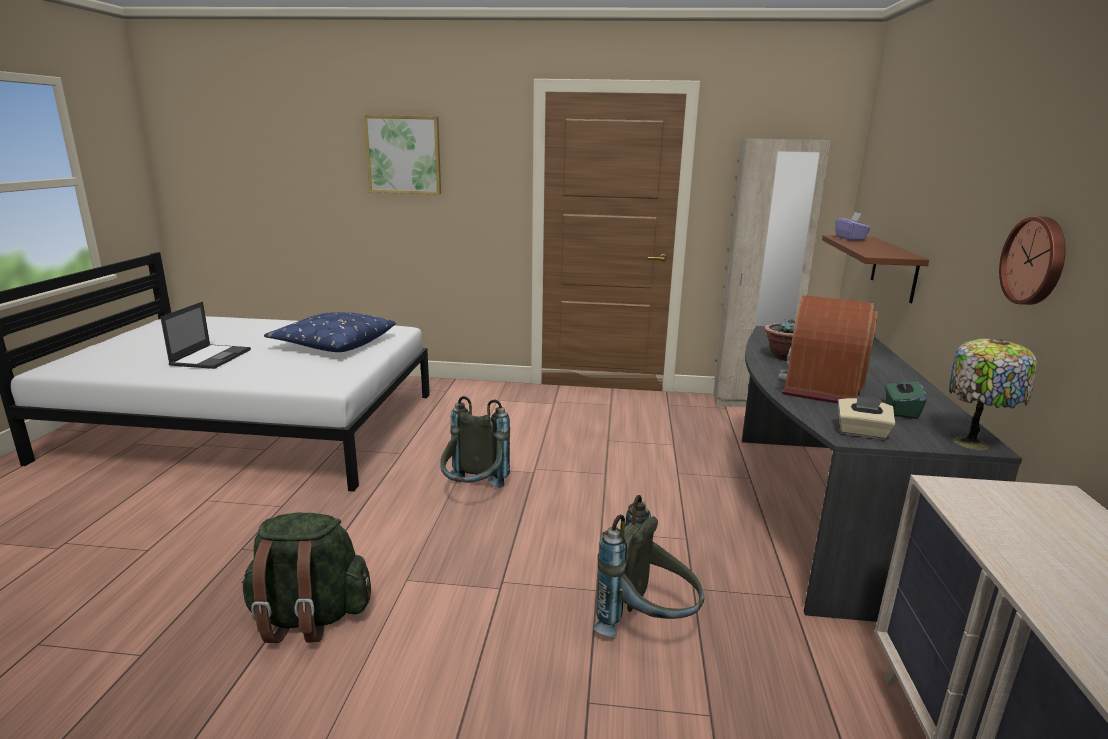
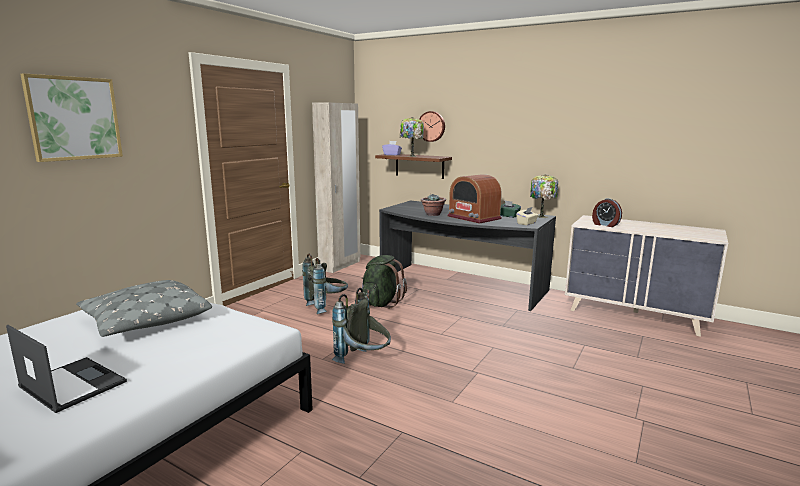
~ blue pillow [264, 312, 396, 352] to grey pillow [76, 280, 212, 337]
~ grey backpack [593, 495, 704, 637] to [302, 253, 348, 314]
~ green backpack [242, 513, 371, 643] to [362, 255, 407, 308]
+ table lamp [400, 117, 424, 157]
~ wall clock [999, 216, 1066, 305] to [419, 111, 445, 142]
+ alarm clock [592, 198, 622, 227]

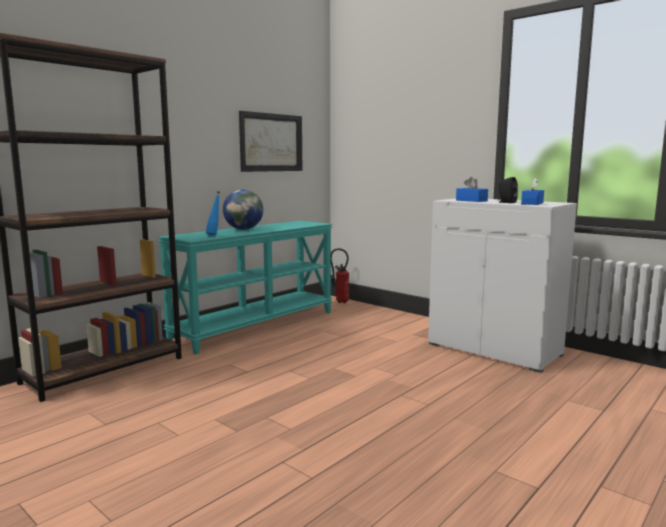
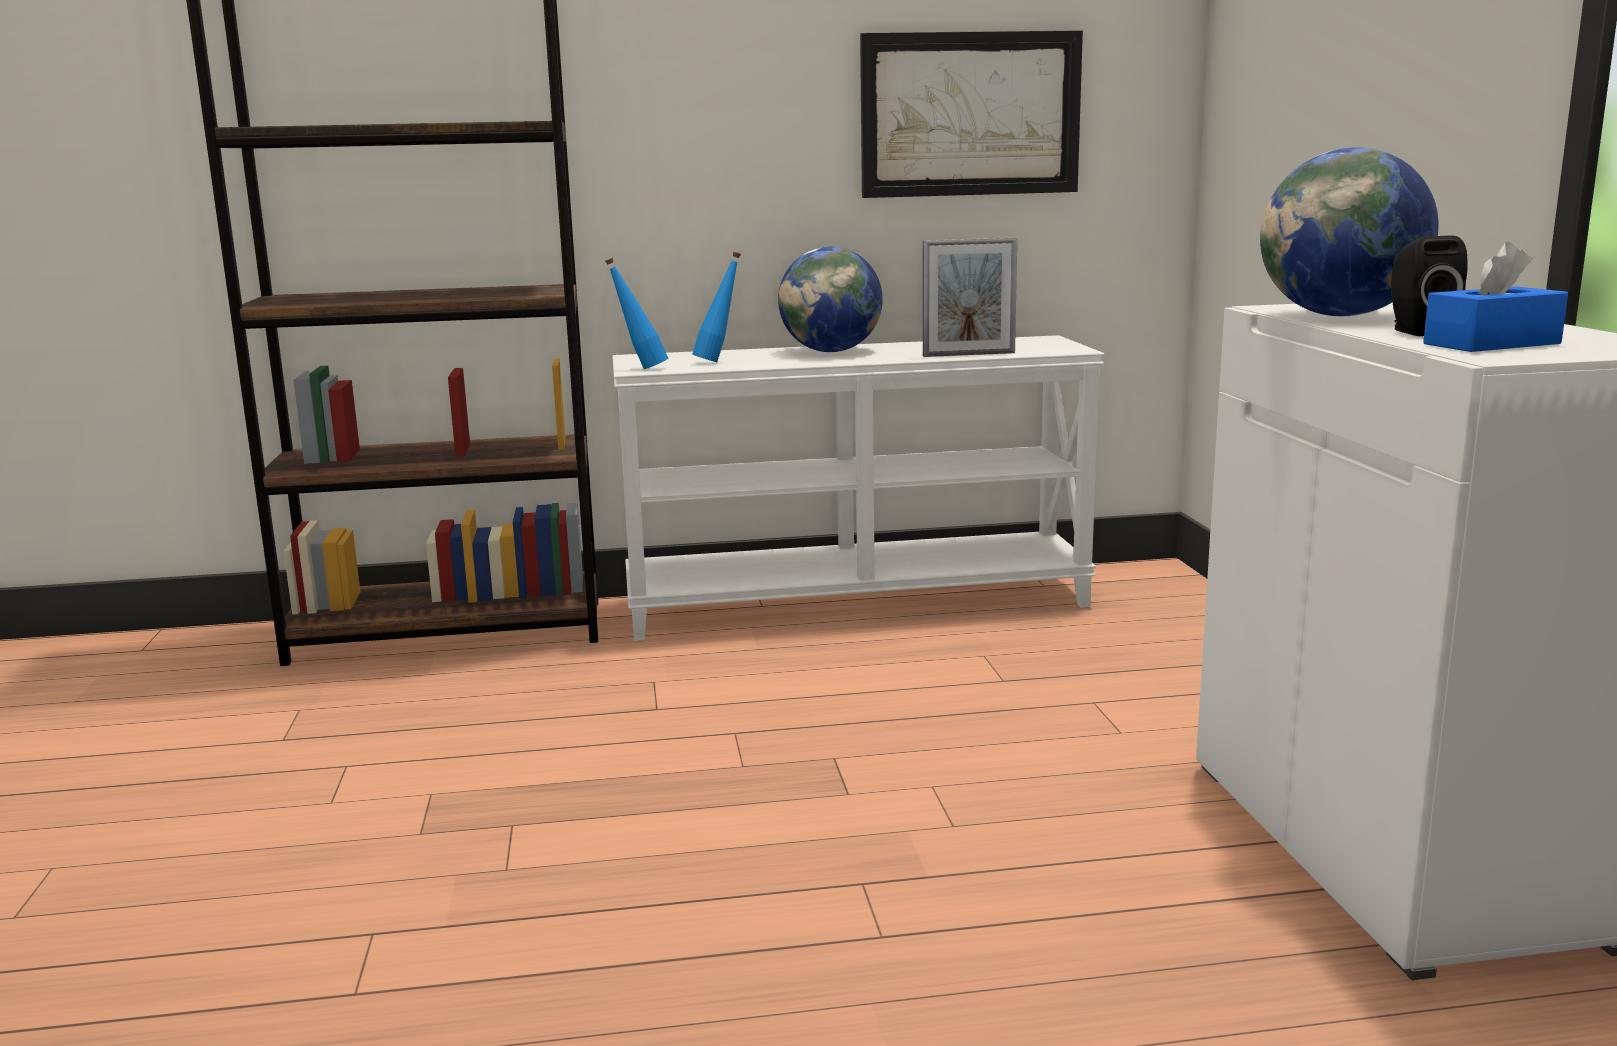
+ blue bottle [605, 258, 668, 369]
~ turquoise console table [158, 221, 332, 355] to white console table [612, 335, 1104, 641]
+ picture frame [923, 237, 1017, 357]
~ blue tissue box [456, 177, 488, 202] to globe [1260, 147, 1439, 316]
- fire extinguisher [331, 248, 349, 303]

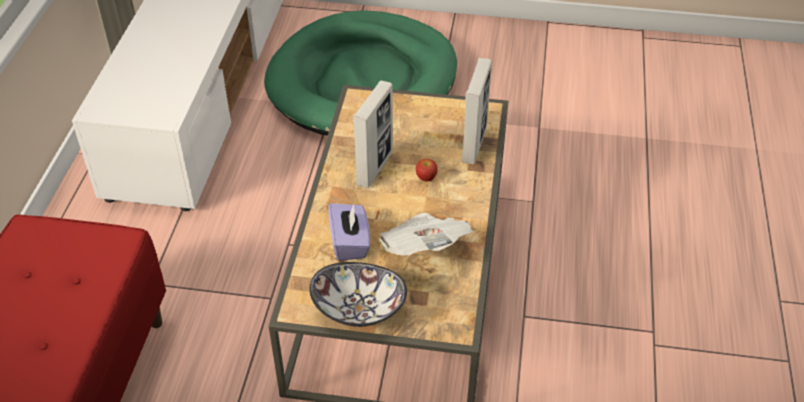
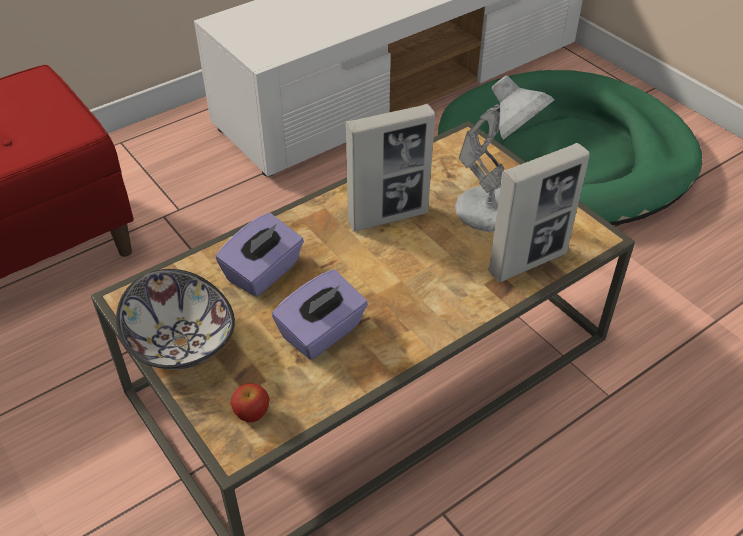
~ apple [416, 159, 438, 181] to [231, 383, 269, 422]
~ newspaper [379, 213, 472, 256] to purple tissue box [272, 270, 368, 360]
+ white table lamp [455, 76, 554, 232]

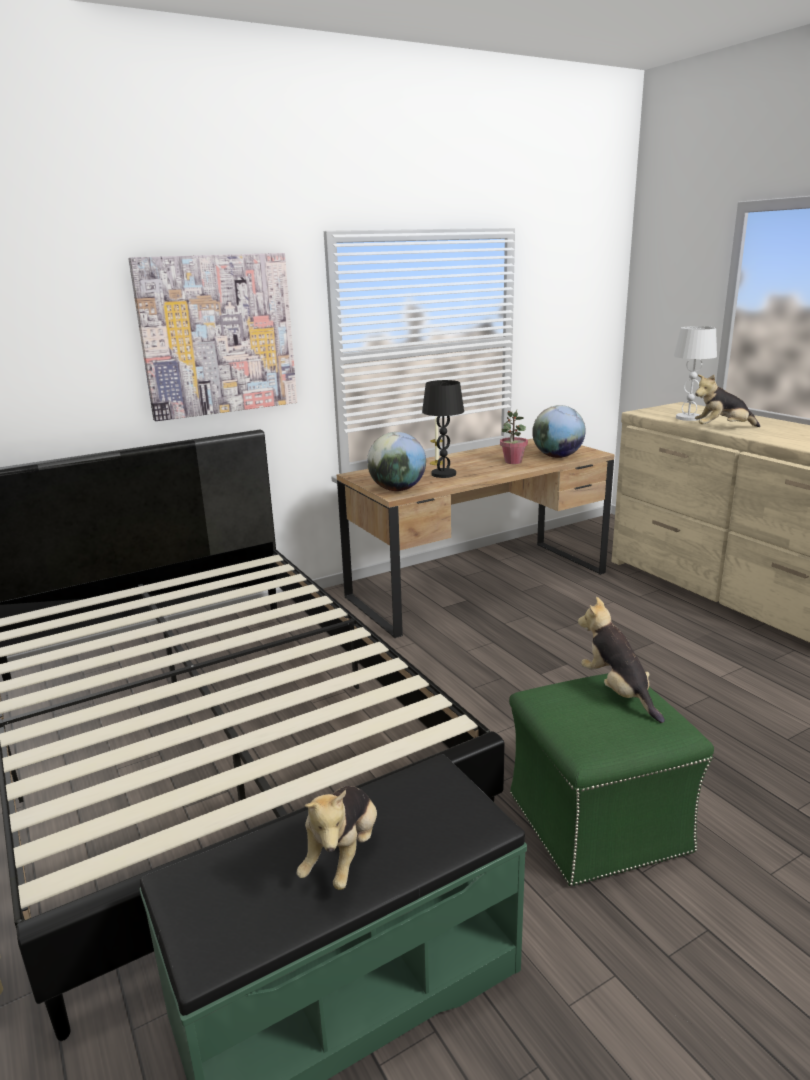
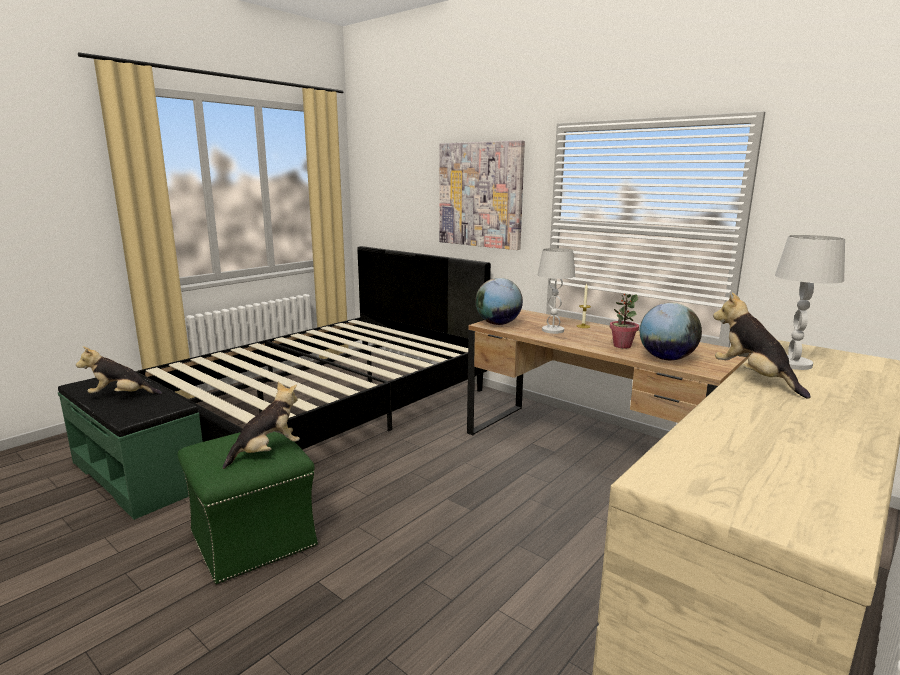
~ black table lamp [422, 380, 464, 478] to white table lamp [538, 248, 575, 334]

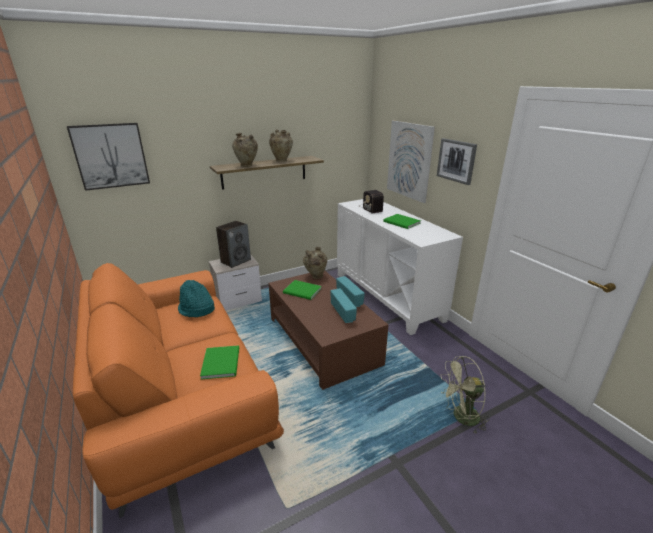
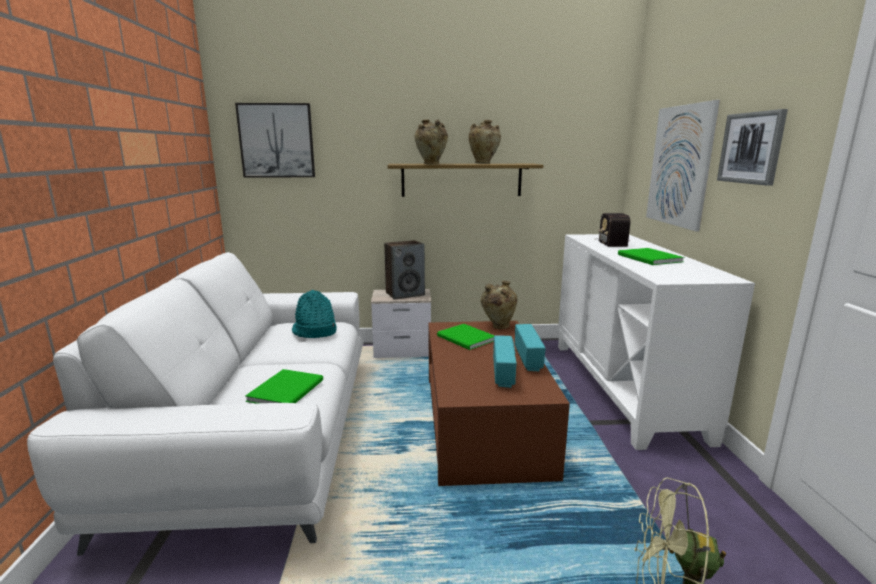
~ orange sofa [73, 263, 284, 518] to white sofa [27, 252, 364, 556]

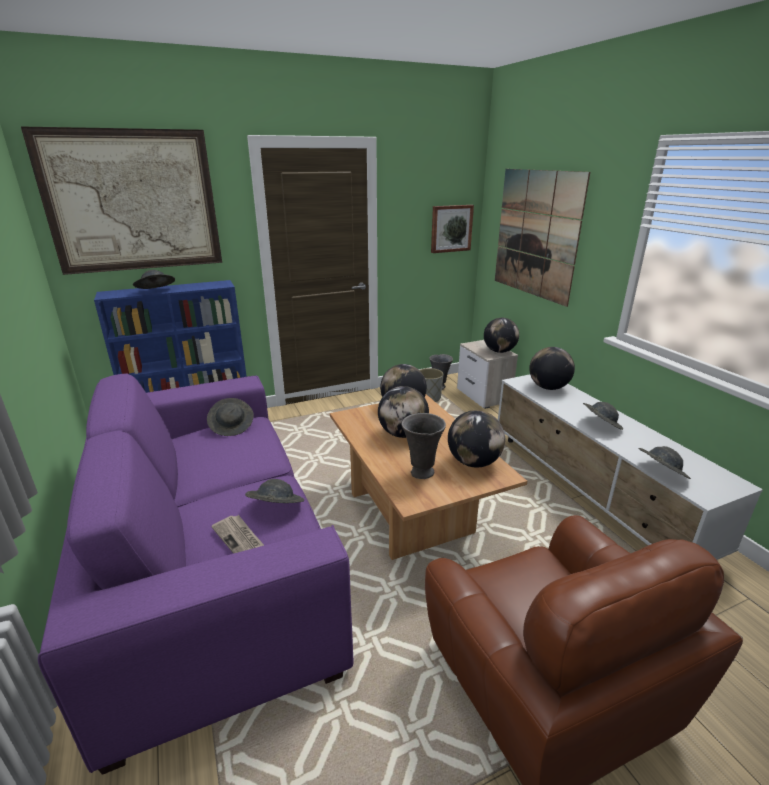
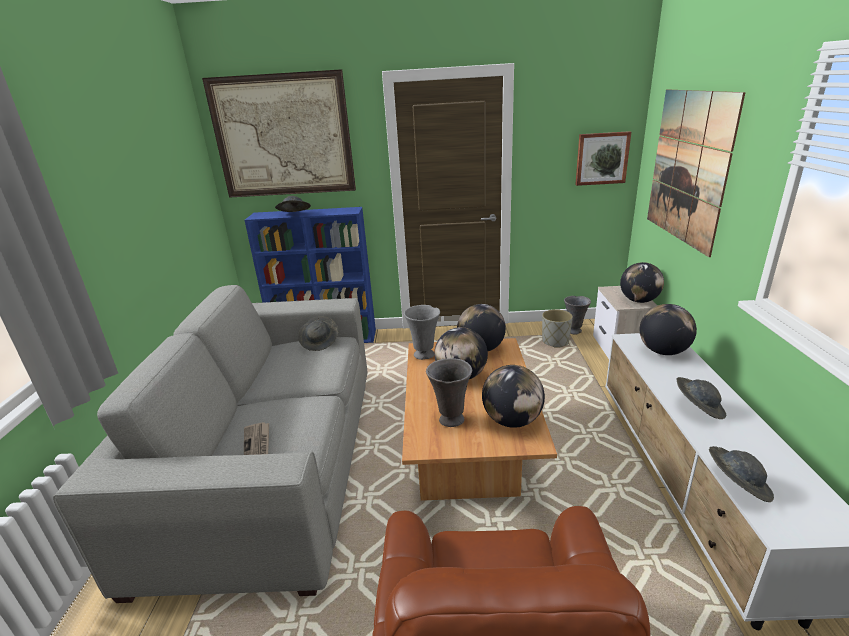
~ purple sofa [38, 374, 353, 775] to grey sofa [53, 285, 368, 603]
+ grey vase [404, 305, 440, 360]
- grey hat [245, 479, 304, 503]

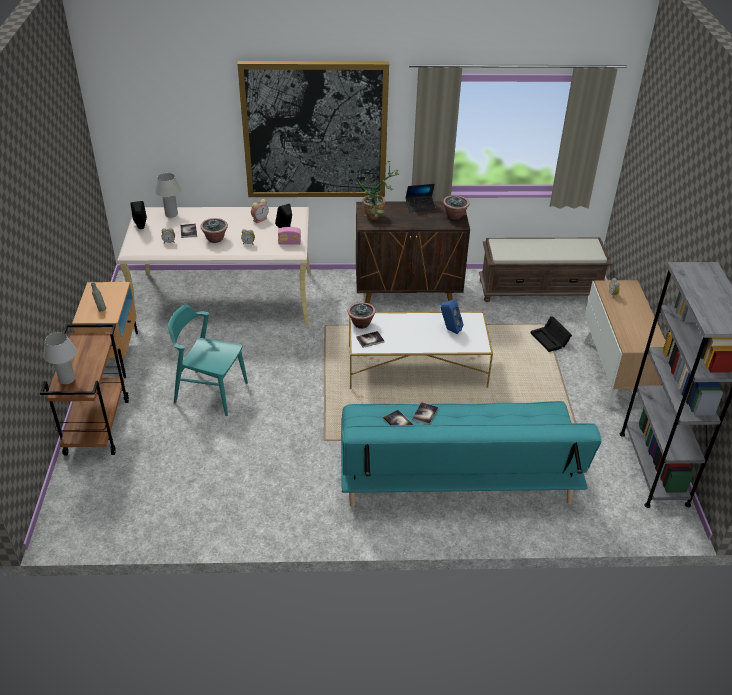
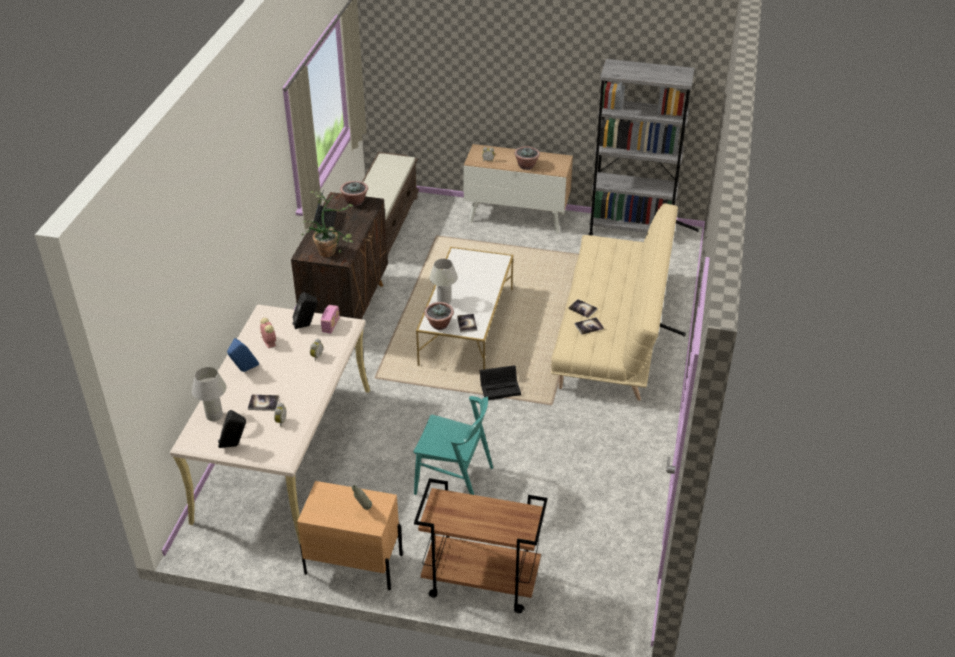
~ blue speaker [440, 300, 464, 334] to [227, 338, 259, 372]
~ turquoise chair [168, 304, 248, 416] = [413, 396, 493, 495] 105 degrees counterclockwise
~ white table lamp [43, 332, 77, 384] to [429, 259, 458, 304]
~ black storage box [531, 316, 572, 352] to [480, 365, 521, 400]
~ potted plant [200, 218, 228, 243] to [514, 146, 540, 170]
~ turquoise sofa [341, 401, 602, 507] to beige sofa [551, 203, 699, 401]
- picture [237, 61, 389, 197]

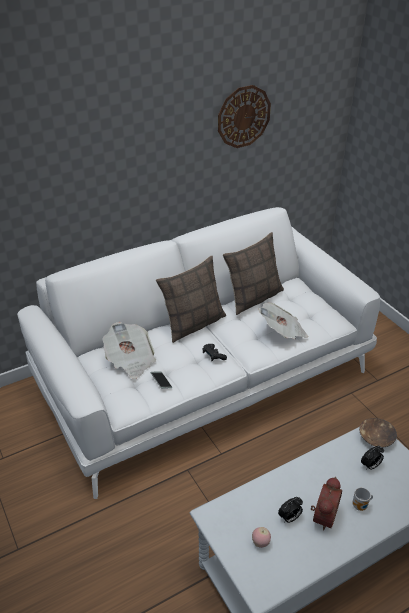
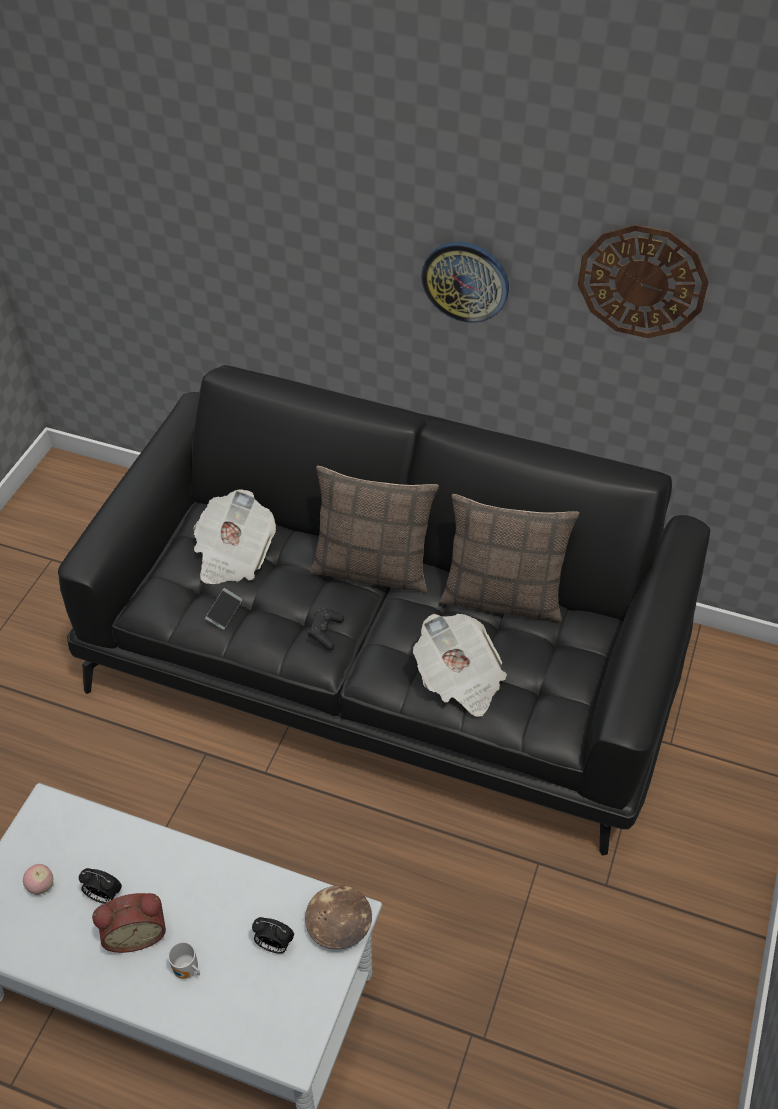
~ white sofa [17, 207, 380, 499] to black sofa [58, 365, 710, 855]
+ wall clock [421, 242, 509, 323]

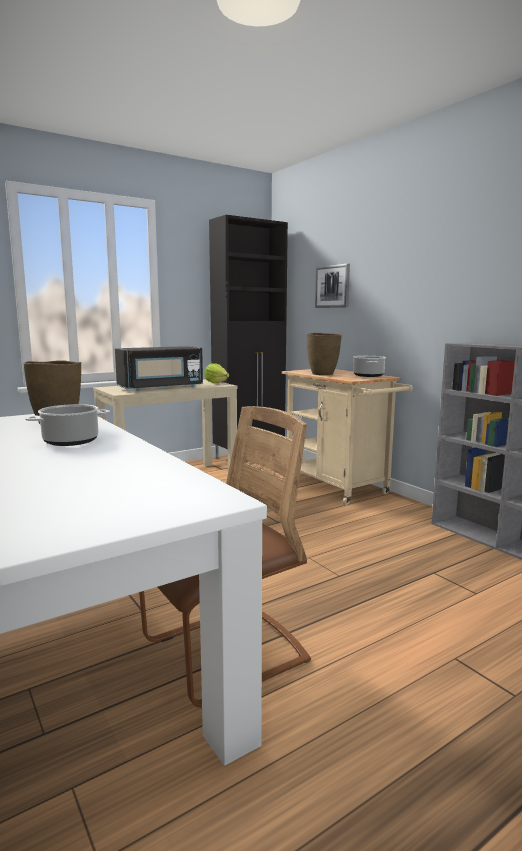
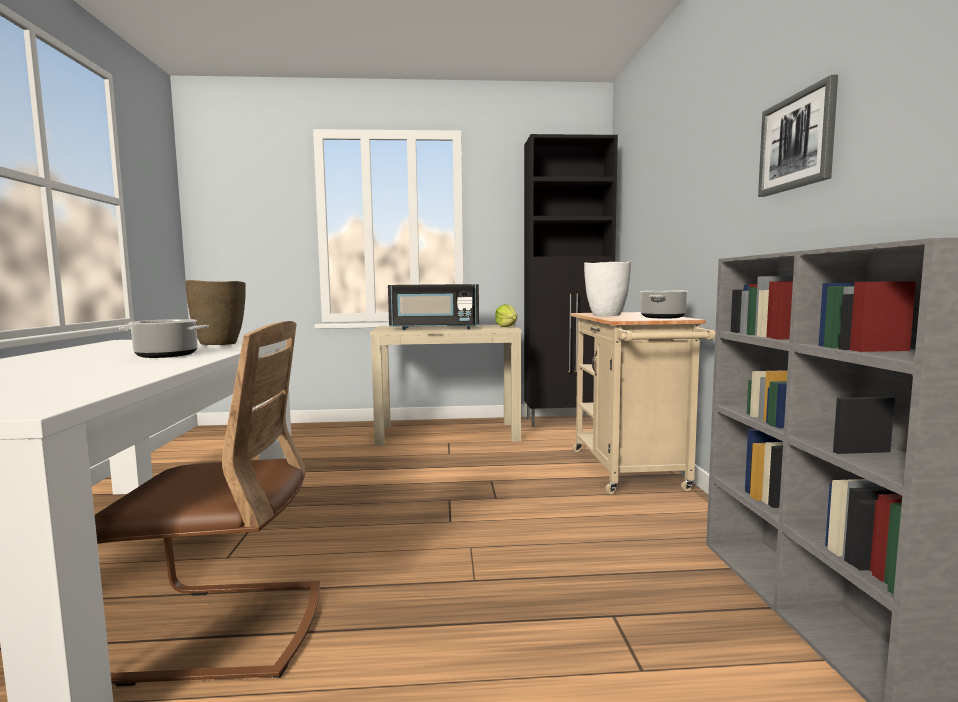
~ brown vase [307, 333, 341, 375] to white vase [584, 261, 631, 316]
~ picture [315, 264, 350, 308] to [758, 75, 838, 197]

